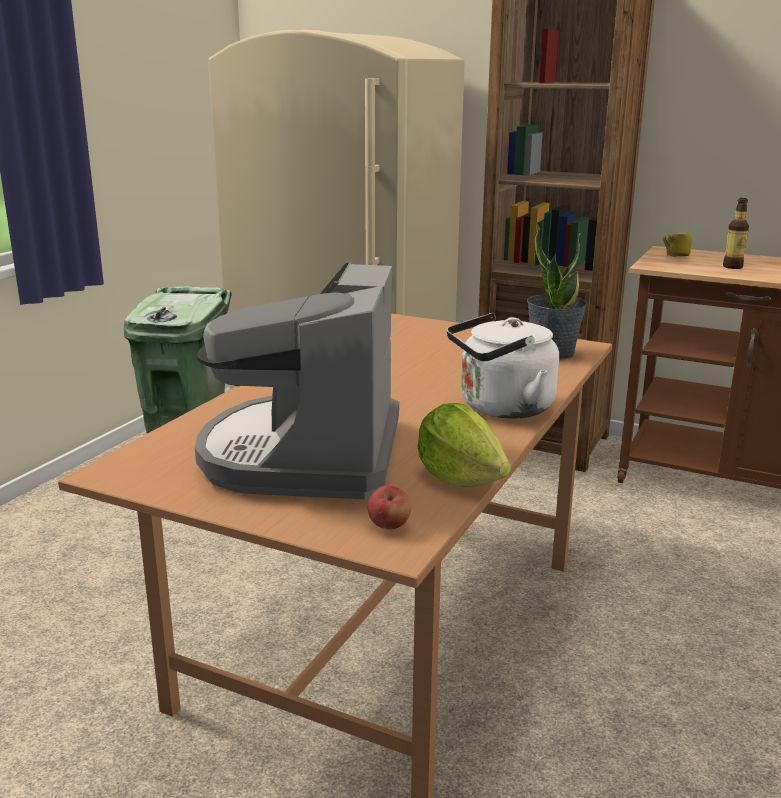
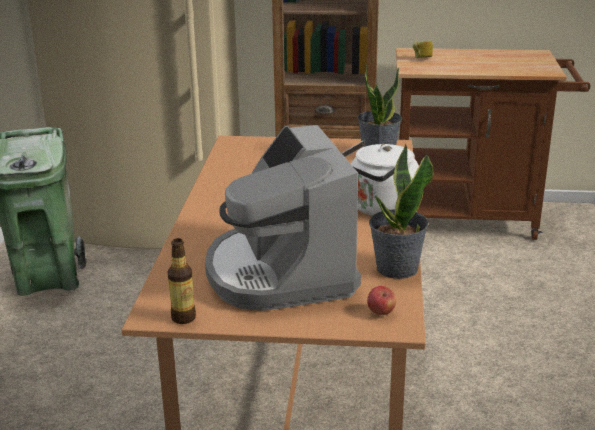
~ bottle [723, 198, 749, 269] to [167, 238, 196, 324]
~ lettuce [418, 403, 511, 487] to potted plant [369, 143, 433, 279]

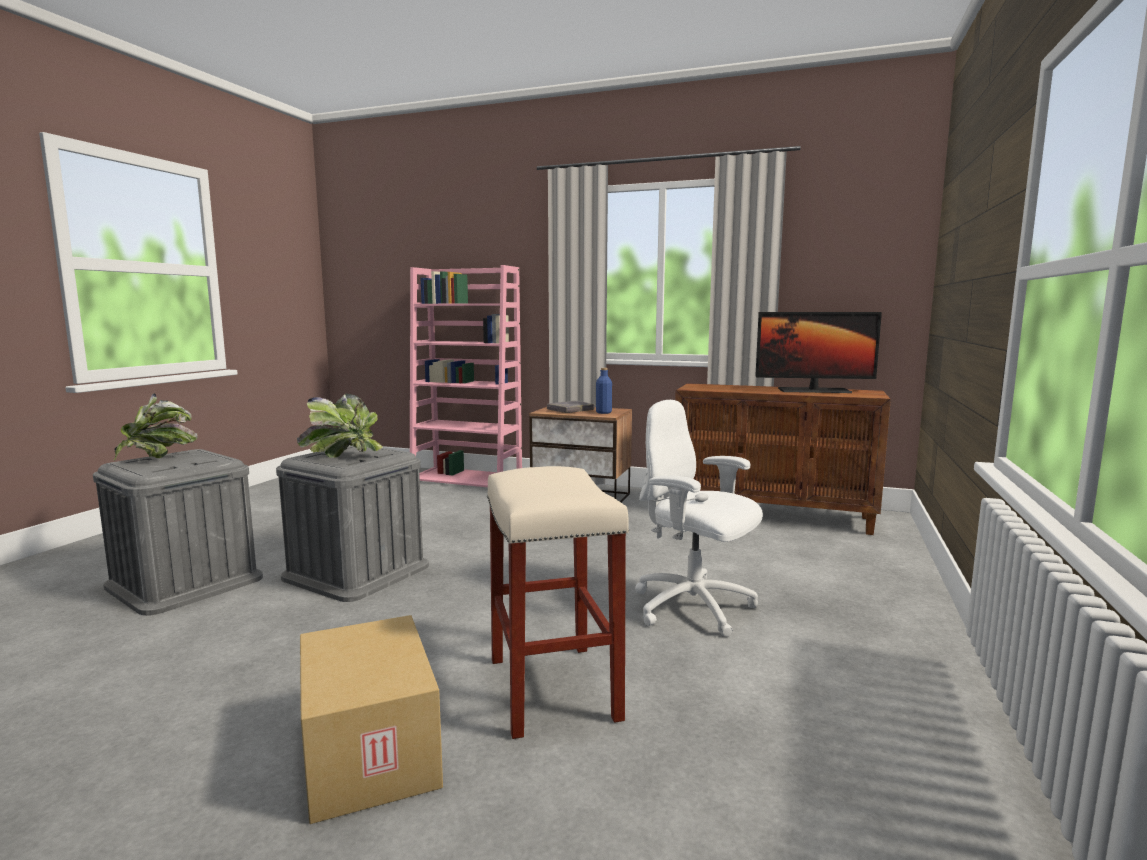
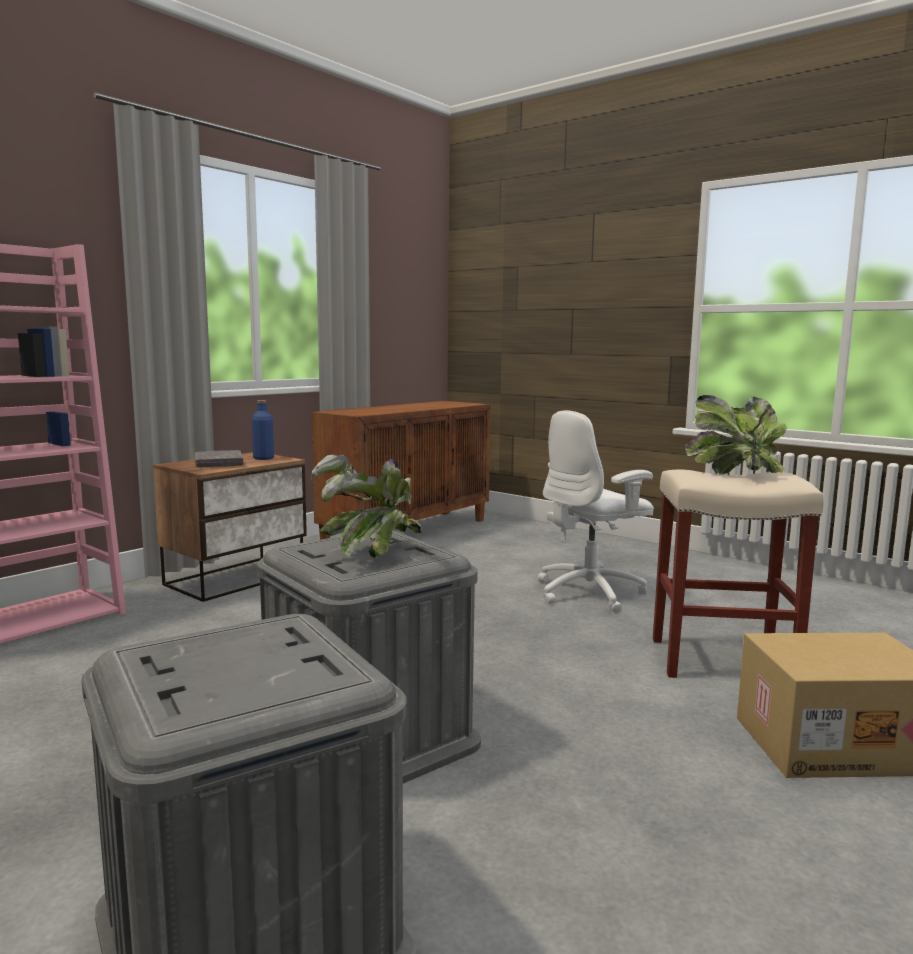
~ potted plant [114, 393, 198, 460] to [685, 394, 787, 474]
- monitor [755, 312, 882, 393]

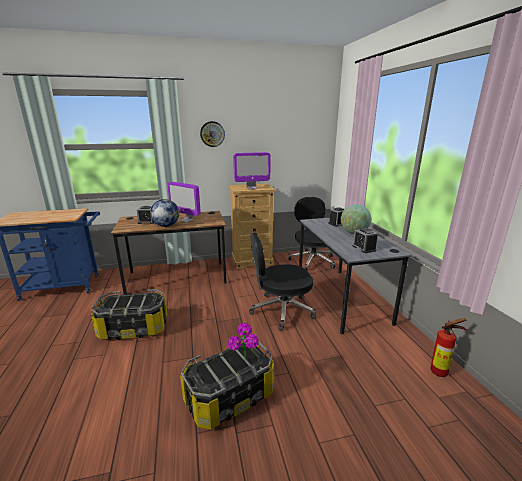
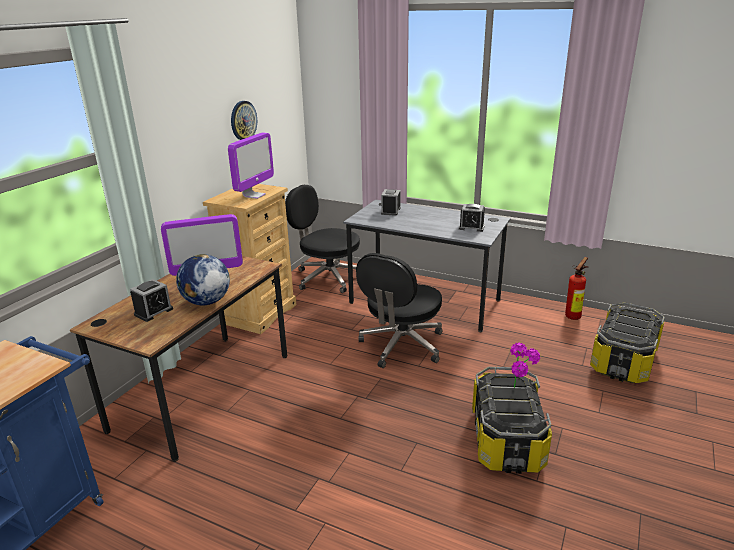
~ wall clock [200, 121, 225, 147] to [231, 101, 257, 140]
~ storage box [91, 289, 168, 340] to [590, 302, 665, 383]
- globe [341, 205, 371, 234]

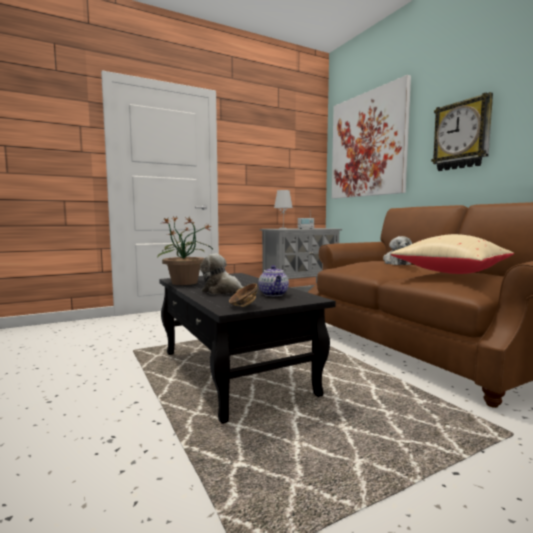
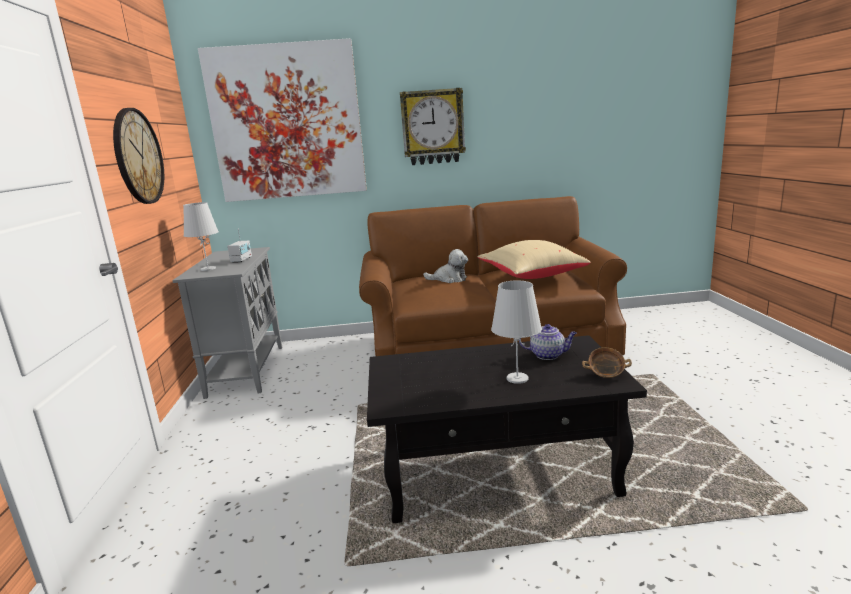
+ wall clock [113, 108, 164, 204]
~ plush toy [200, 254, 244, 294] to white table lamp [491, 280, 542, 384]
- potted plant [157, 217, 213, 285]

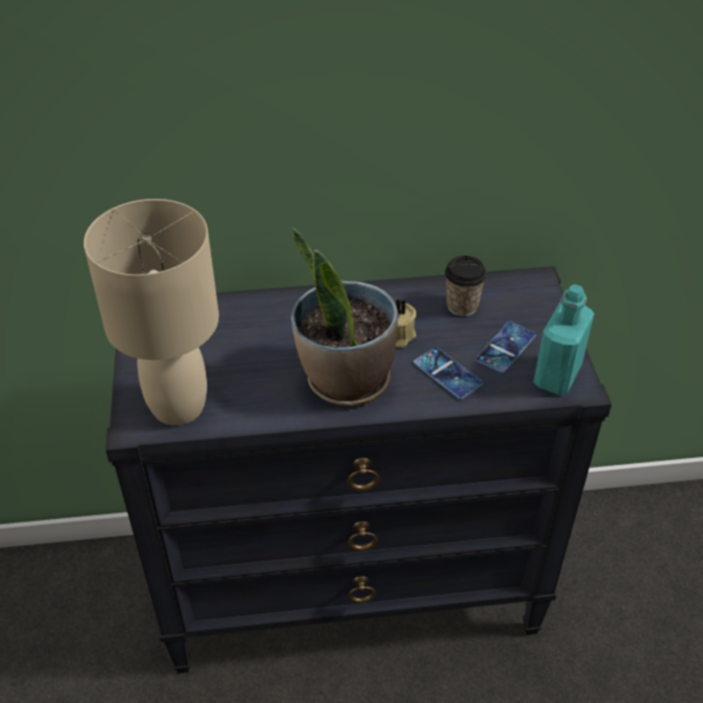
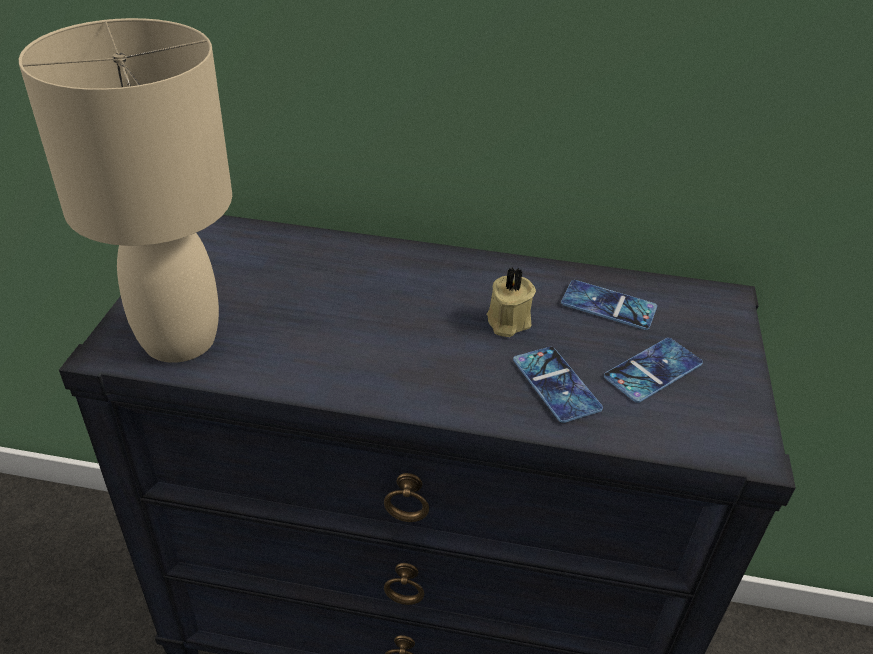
~ cup [445, 256, 487, 316] to phone [561, 280, 657, 330]
- potted plant [291, 228, 398, 406]
- turquoise bottle [533, 284, 594, 395]

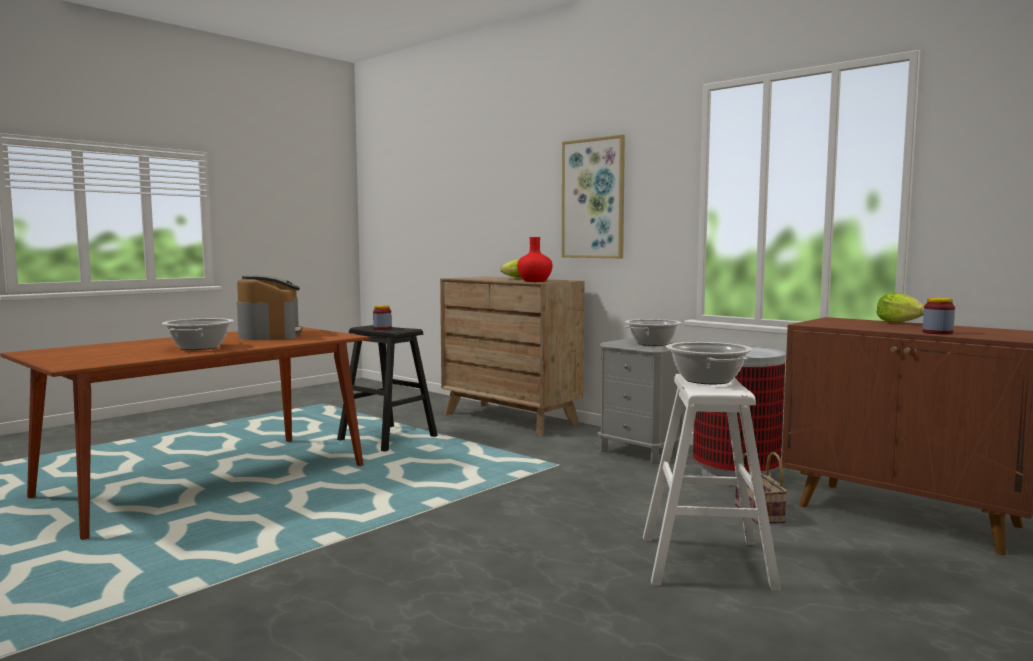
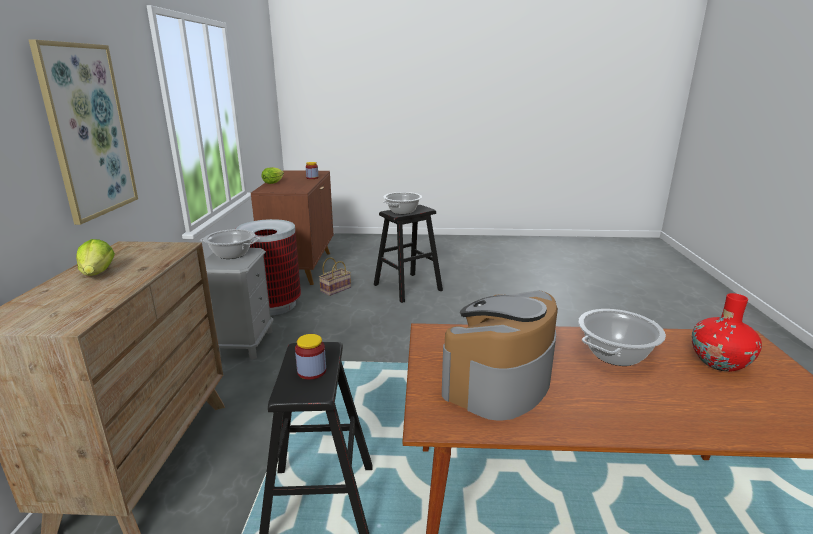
~ white stool [643, 374, 781, 591] to black stool [374, 205, 443, 303]
~ red vase [517, 237, 553, 282] to [692, 293, 762, 372]

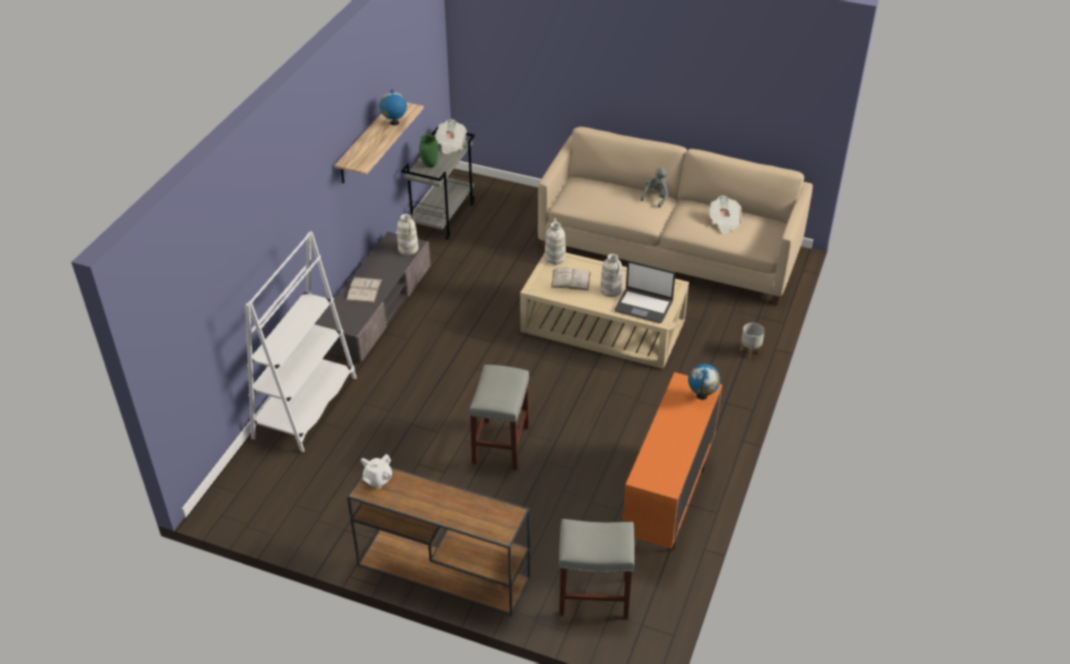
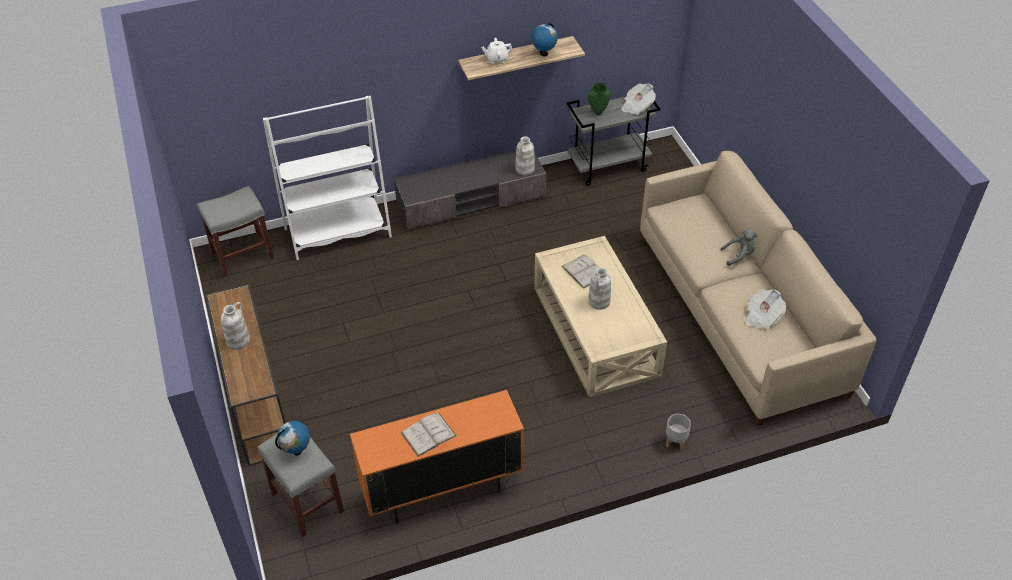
~ grey stool [469, 365, 529, 470] to [197, 186, 274, 277]
~ white vase [545, 218, 566, 265] to [221, 302, 250, 350]
~ globe [688, 364, 720, 400] to [275, 421, 310, 456]
~ white book [346, 277, 382, 303] to [401, 413, 456, 457]
~ white teapot [361, 454, 392, 488] to [481, 38, 513, 64]
- laptop [615, 261, 675, 323]

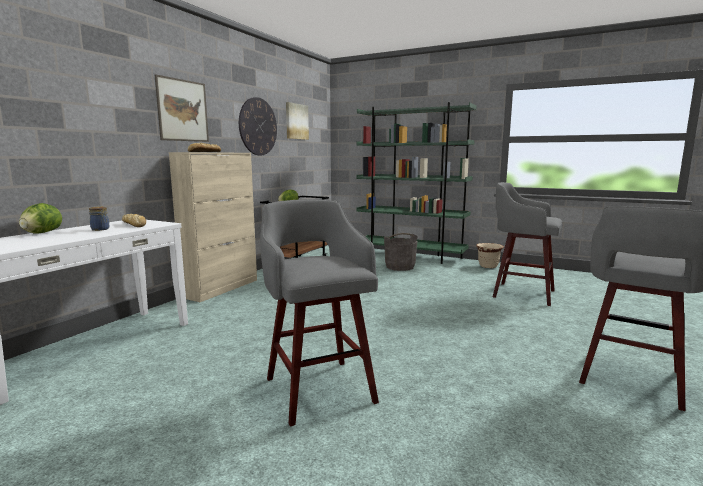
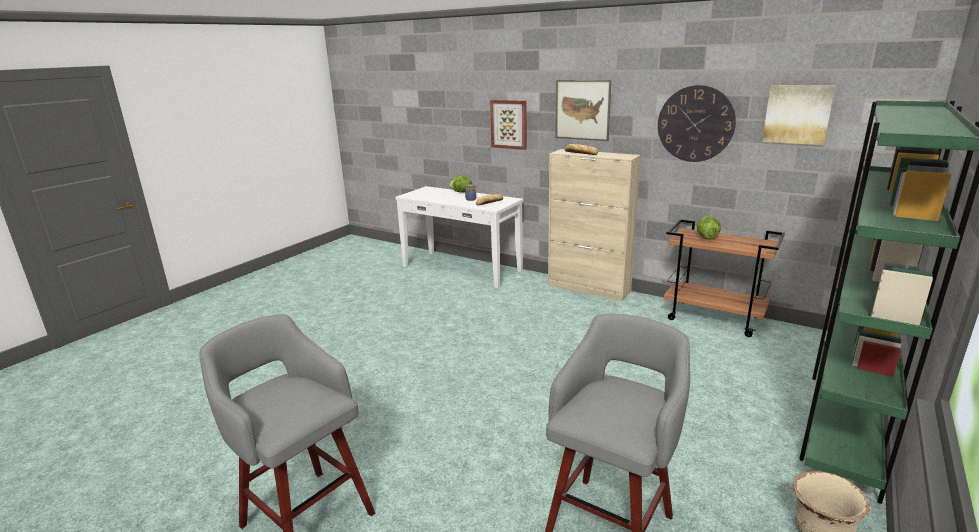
+ picture [490, 100, 527, 150]
- grey stool [260, 199, 379, 426]
- grey bucket [384, 233, 418, 271]

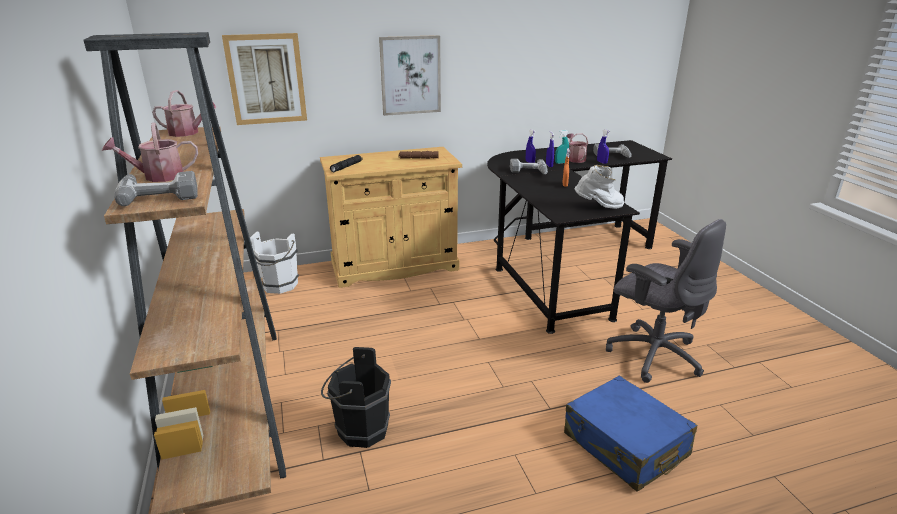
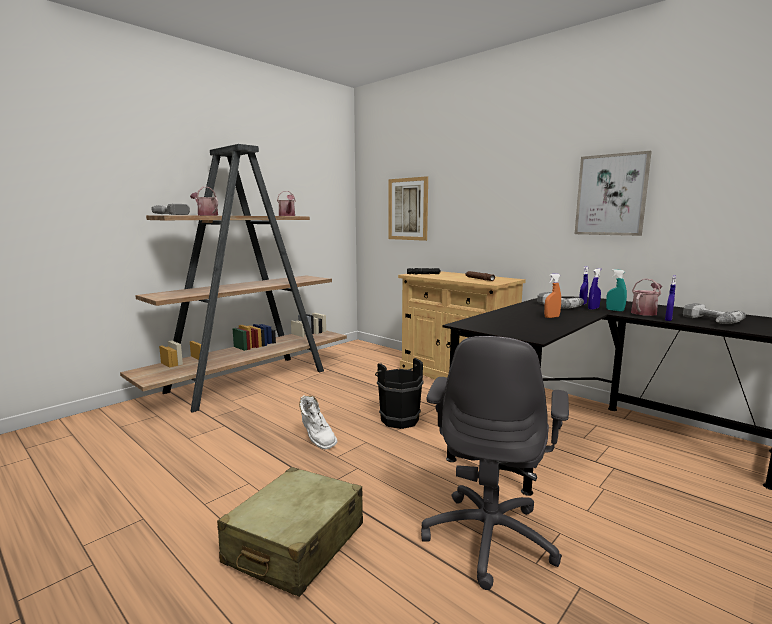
~ blue suitcase [564, 376, 697, 492] to beige suitcase [217, 467, 363, 597]
~ white boot [575, 165, 624, 209] to [299, 395, 337, 450]
~ black bucket [321, 347, 391, 448] to [375, 358, 423, 429]
~ picture [379, 35, 441, 116] to [575, 151, 652, 236]
- white bucket [251, 231, 299, 294]

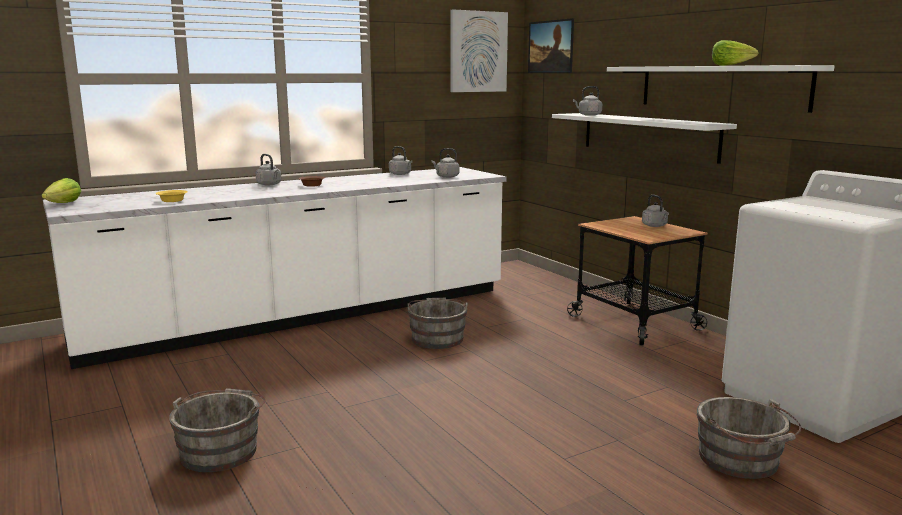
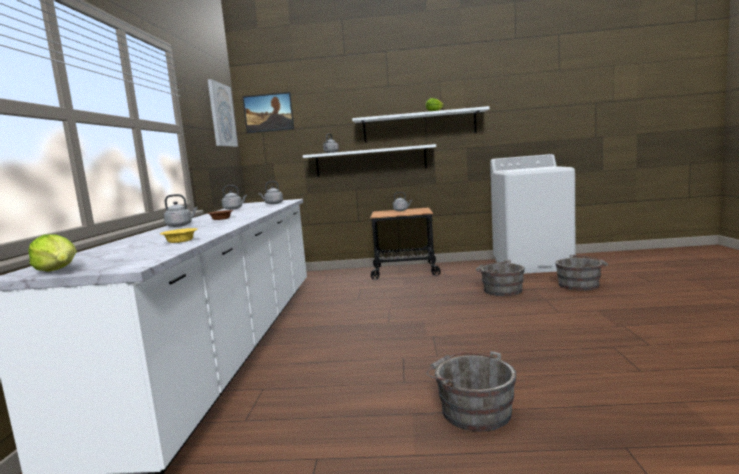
~ grey bucket [407, 298, 468, 349] to [476, 260, 525, 296]

